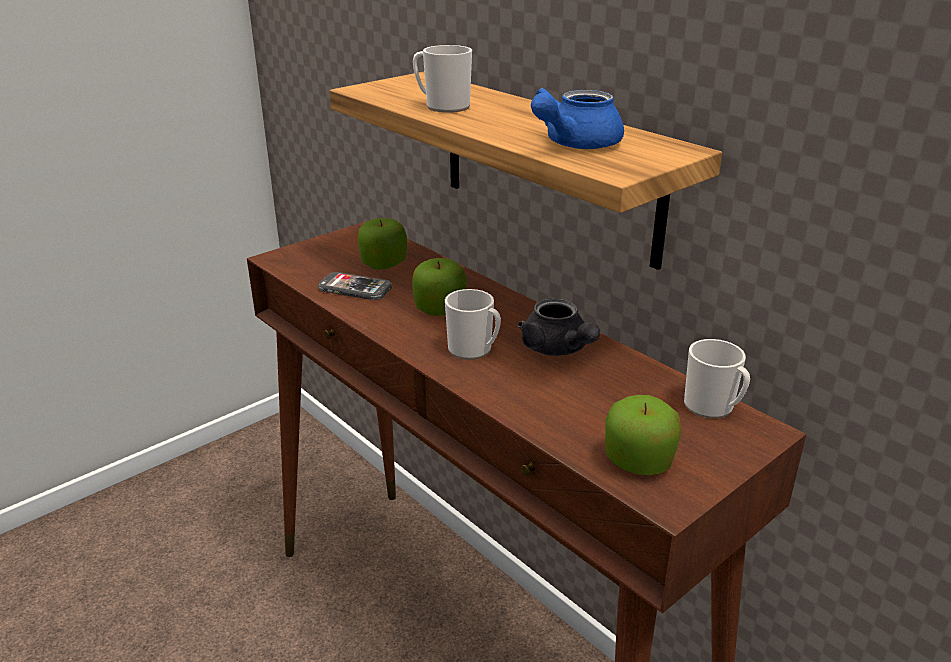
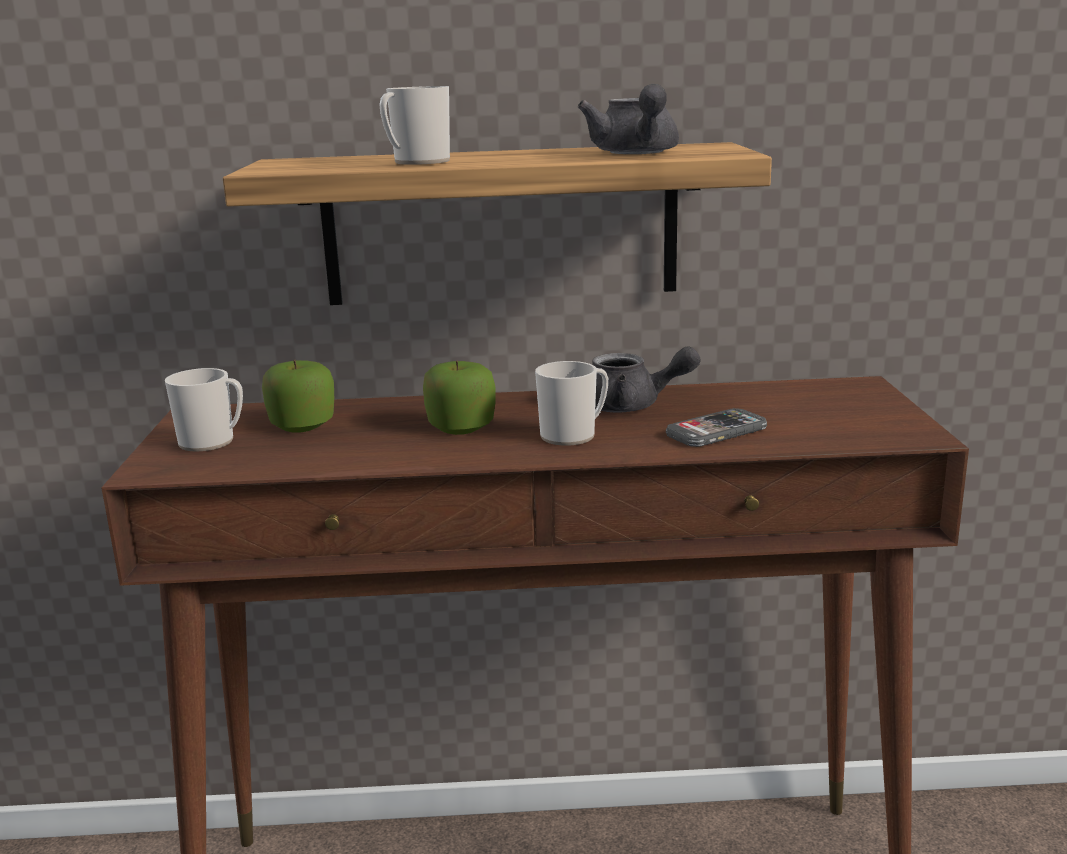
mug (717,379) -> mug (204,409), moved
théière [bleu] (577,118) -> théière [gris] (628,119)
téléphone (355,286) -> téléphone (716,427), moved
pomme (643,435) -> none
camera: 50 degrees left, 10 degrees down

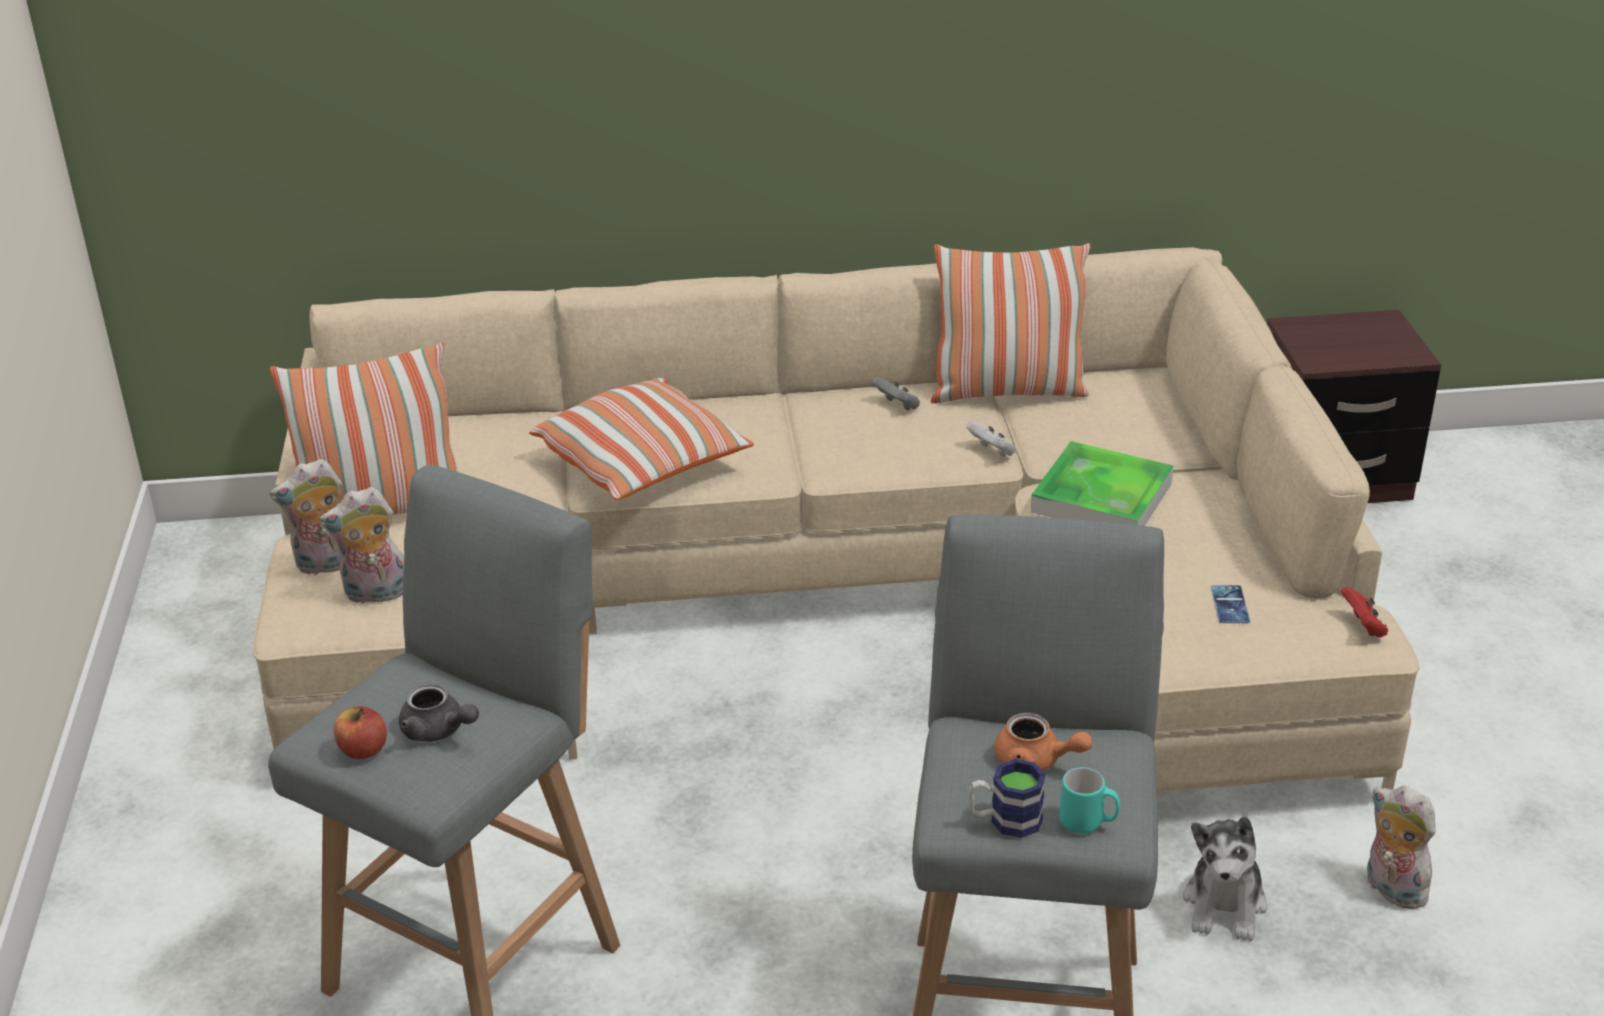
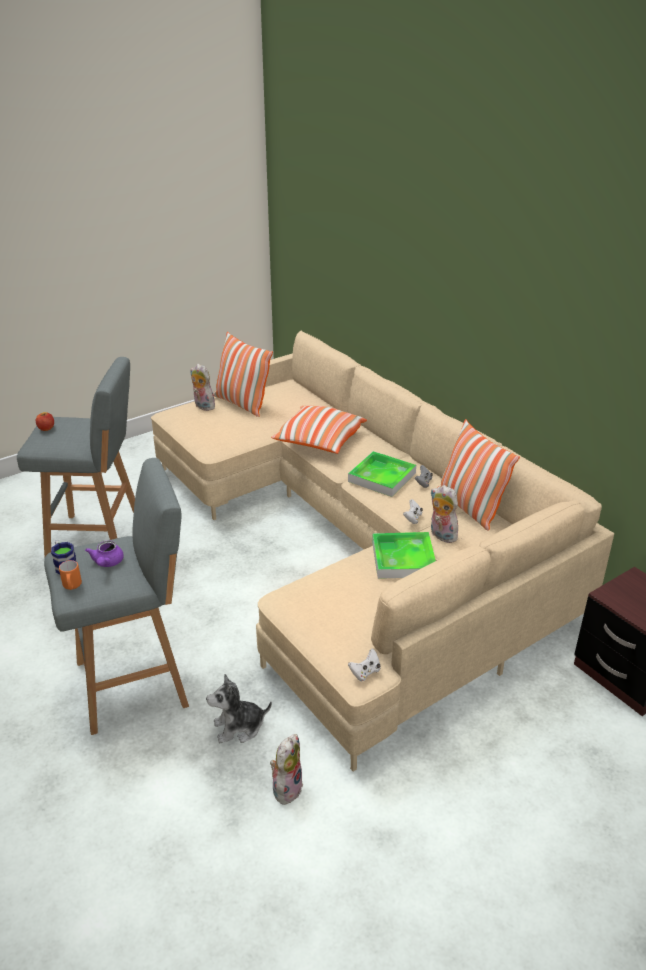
mug [turquoise] (1090,800) -> mug [orange] (70,575)
théière [orange] (1043,742) -> théière [violet] (104,554)
none -> plateau (382,474)
manette [rouge] (1364,612) -> manette [blanc] (364,665)
peluche (361,546) -> peluche (444,514), moved
théière [gris] (439,712) -> none
téléphone (1230,604) -> none
camera: 60 degrees right, 0 degrees up

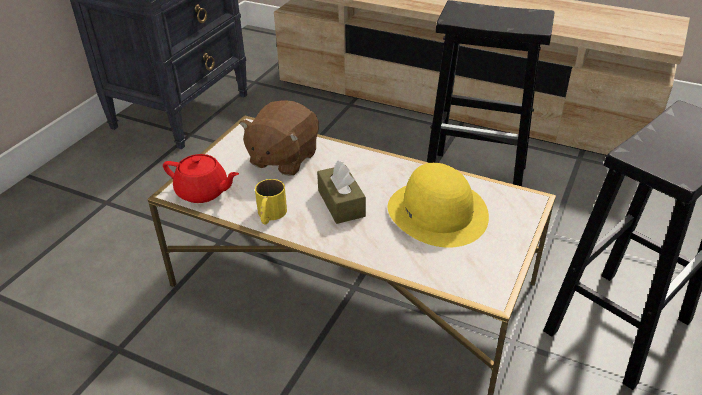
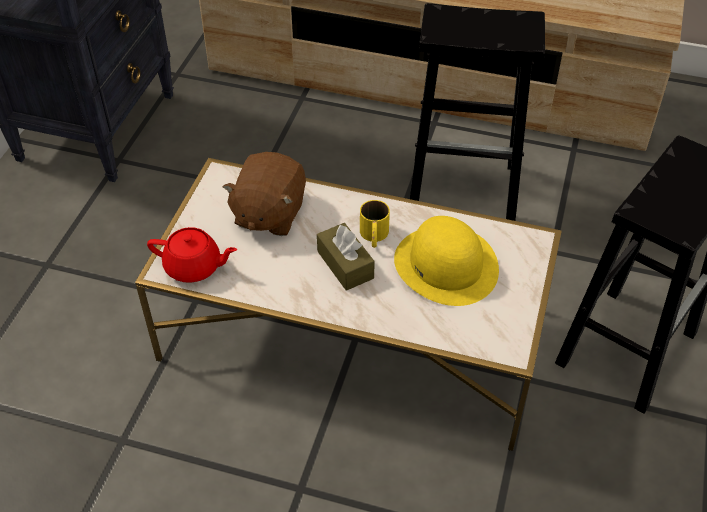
mug [jaune] (271,201) -> mug [jaune] (375,224), moved
camera: 10 degrees left, 10 degrees up

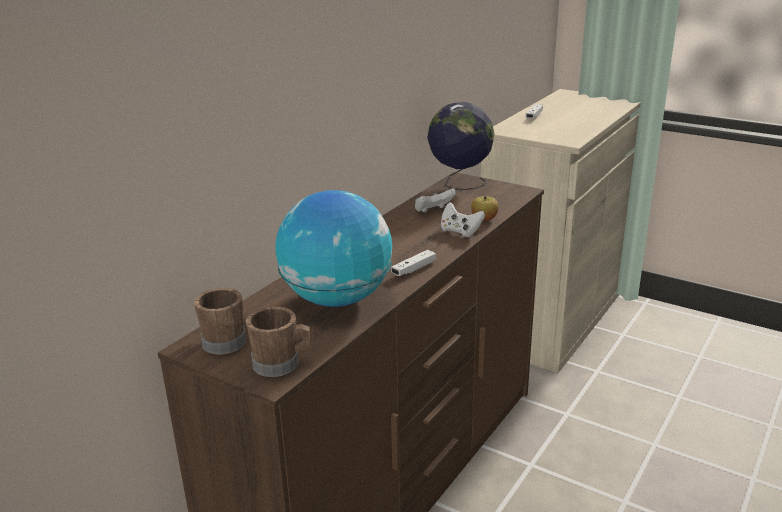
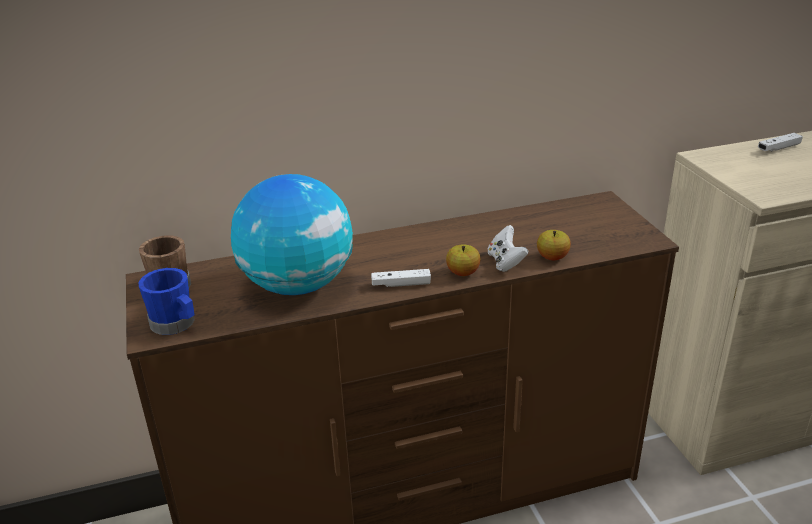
mug [marron] (278,342) -> mug [bleu] (166,301)
none -> pomme (463,260)
manette [blanc] (435,200) -> none
globe (460,146) -> none
camera: 40 degrees right, 5 degrees up

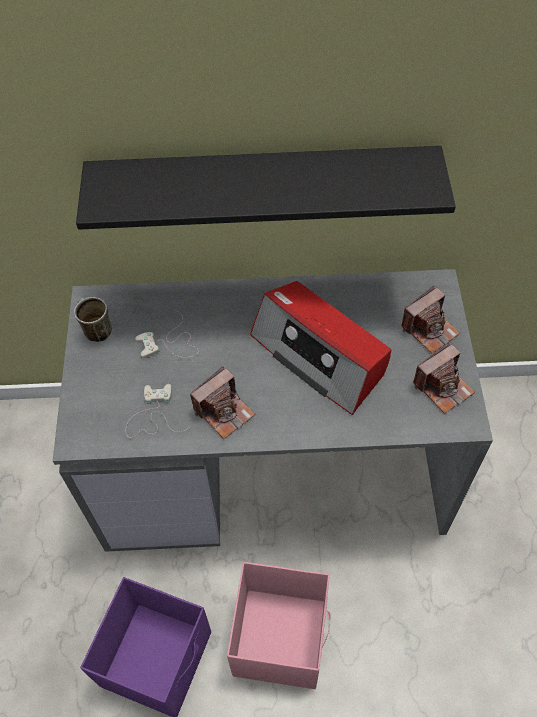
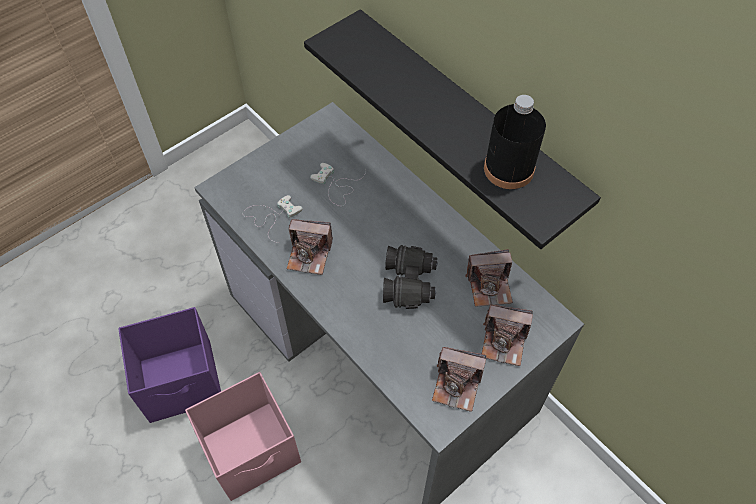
radio (320,348) -> jumelles [noir] (410,277)
none -> appareil photo (489,278)
none -> bouteille [noir] (515,142)
mug (93,319) -> none
camera: 50 degrees right, 0 degrees up

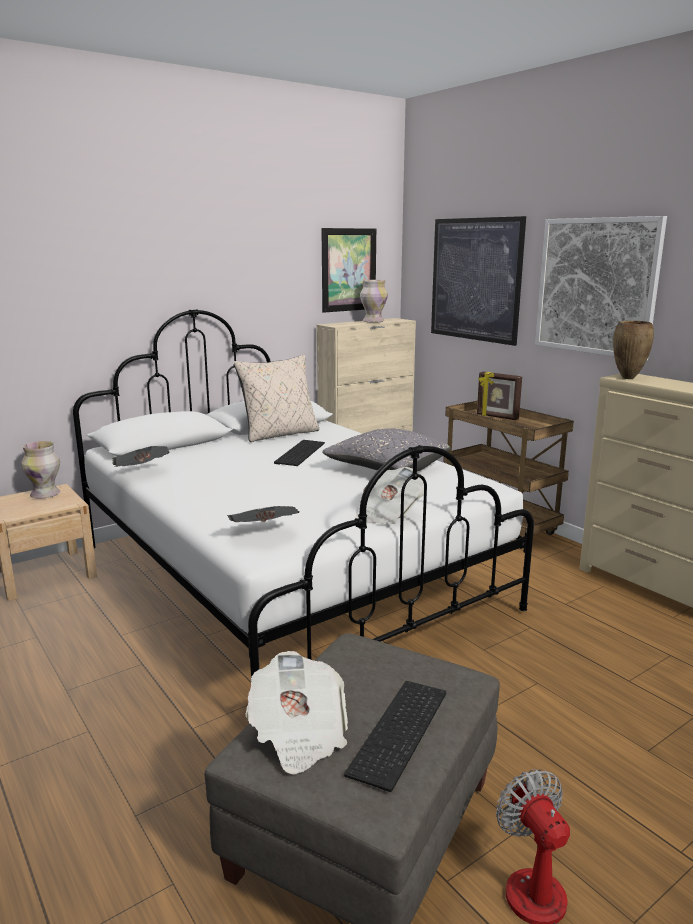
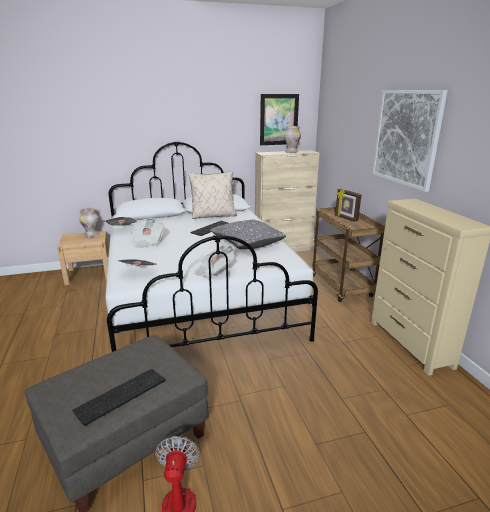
journal (296,713) -> journal (148,233), moved
tableau (478,281) -> none
vase [marron] (633,350) -> none
camera: 20 degrees right, 5 degrees up

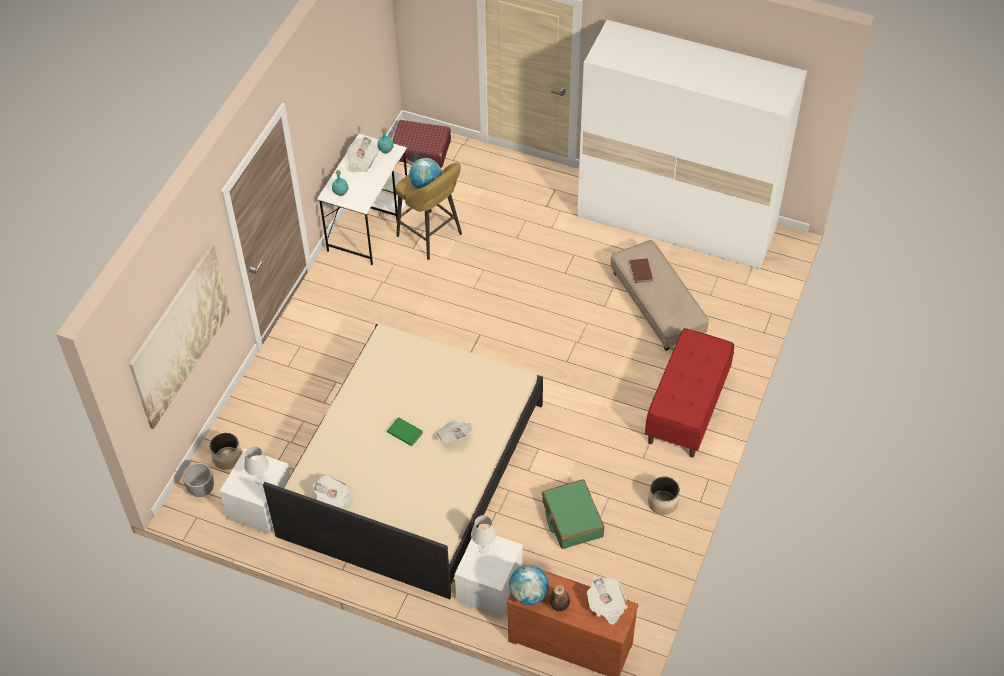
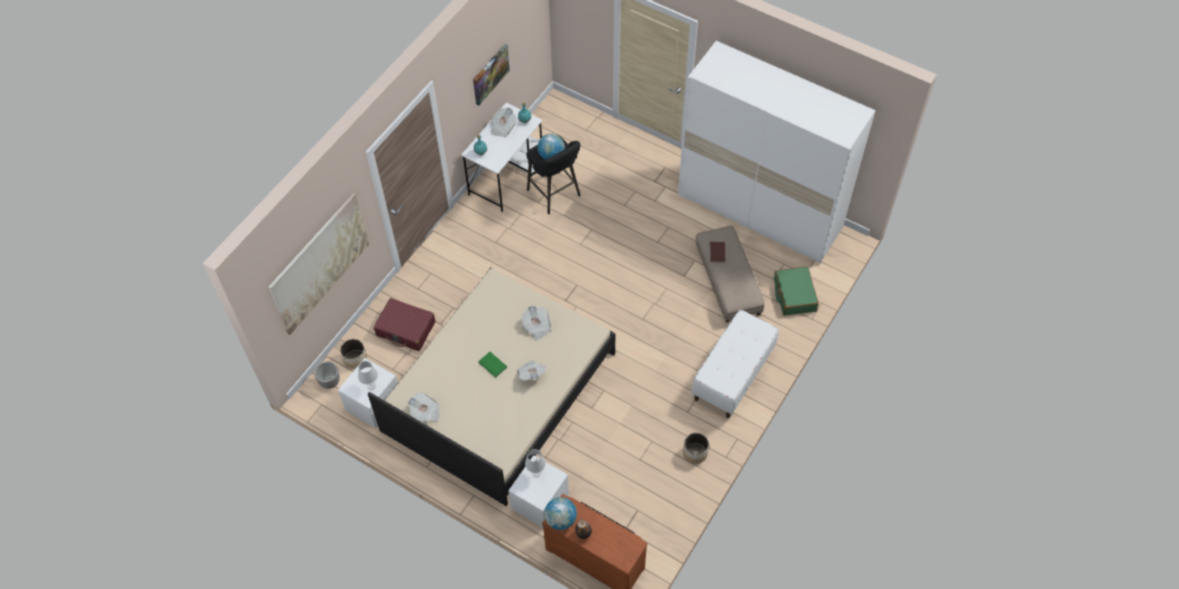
valise [rouge] (421,144) -> valise [rouge] (404,324), moved
none -> tableau (491,75)
journal (607,601) -> journal (536,323), moved
tabouret [jaune] (428,211) -> tabouret [noir] (554,174)
banc [rouge] (689,393) -> banc [blanc] (735,364)
valise [vert] (573,514) -> valise [vert] (796,291), moved
camera: 10 degrees right, 5 degrees up

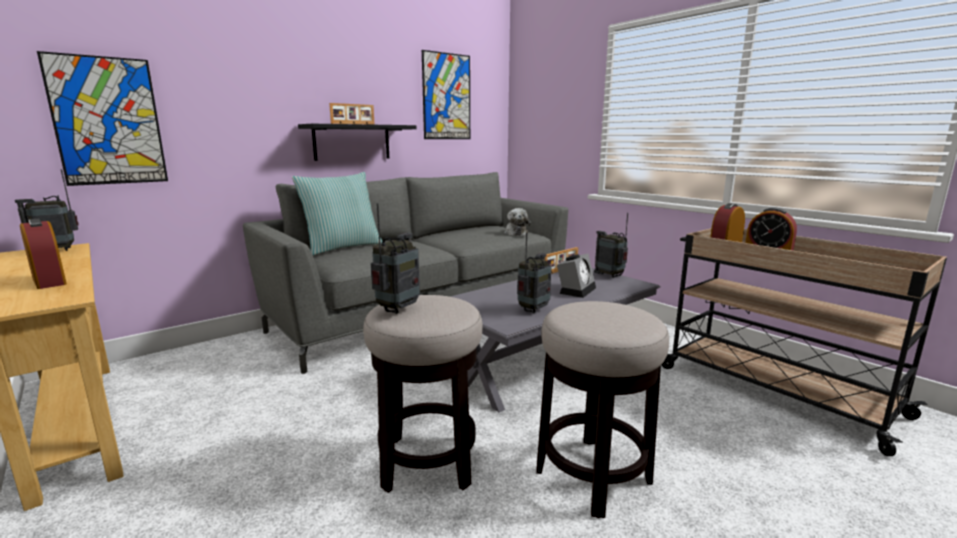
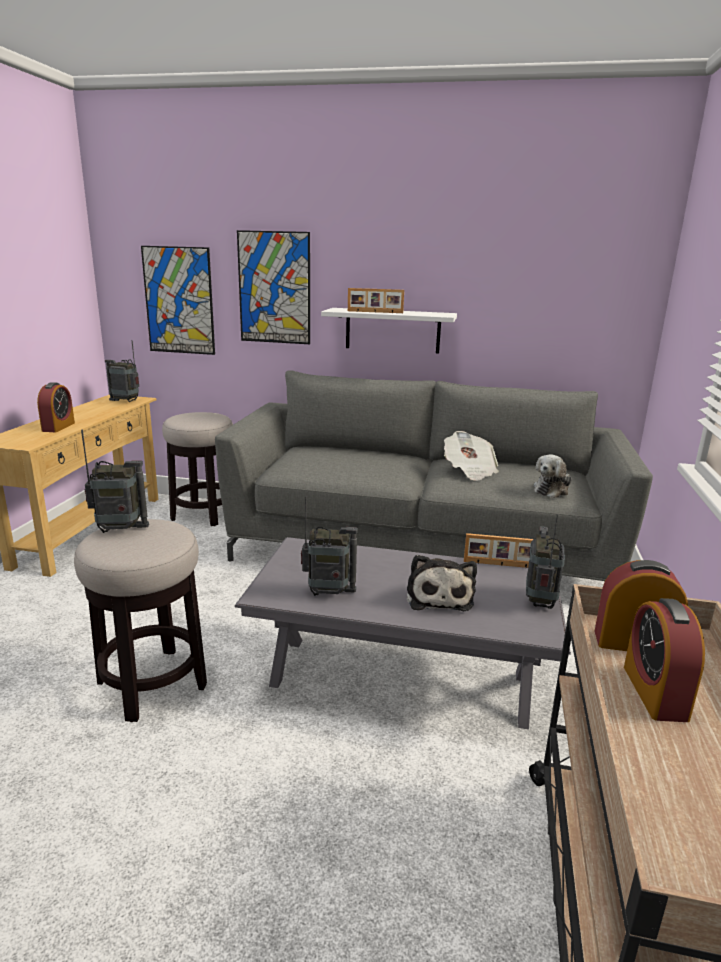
tabouret (602,409) -> tabouret (197,469), moved
tableau (446,94) -> tableau (273,287), moved
étagère [noir] (357,142) -> étagère [blanc] (389,330)
réveil (576,276) -> peluche (442,582)
none -> journal (471,456)
coussin (337,213) -> none
camera: 50 degrees right, 5 degrees up

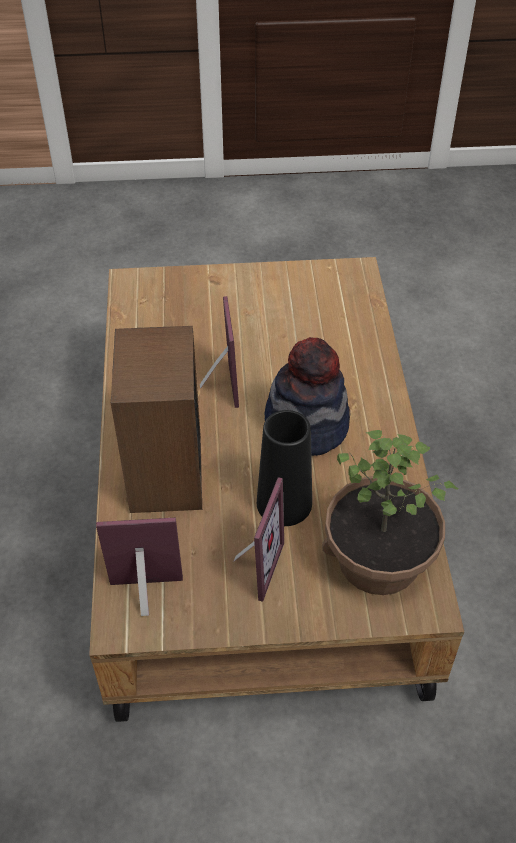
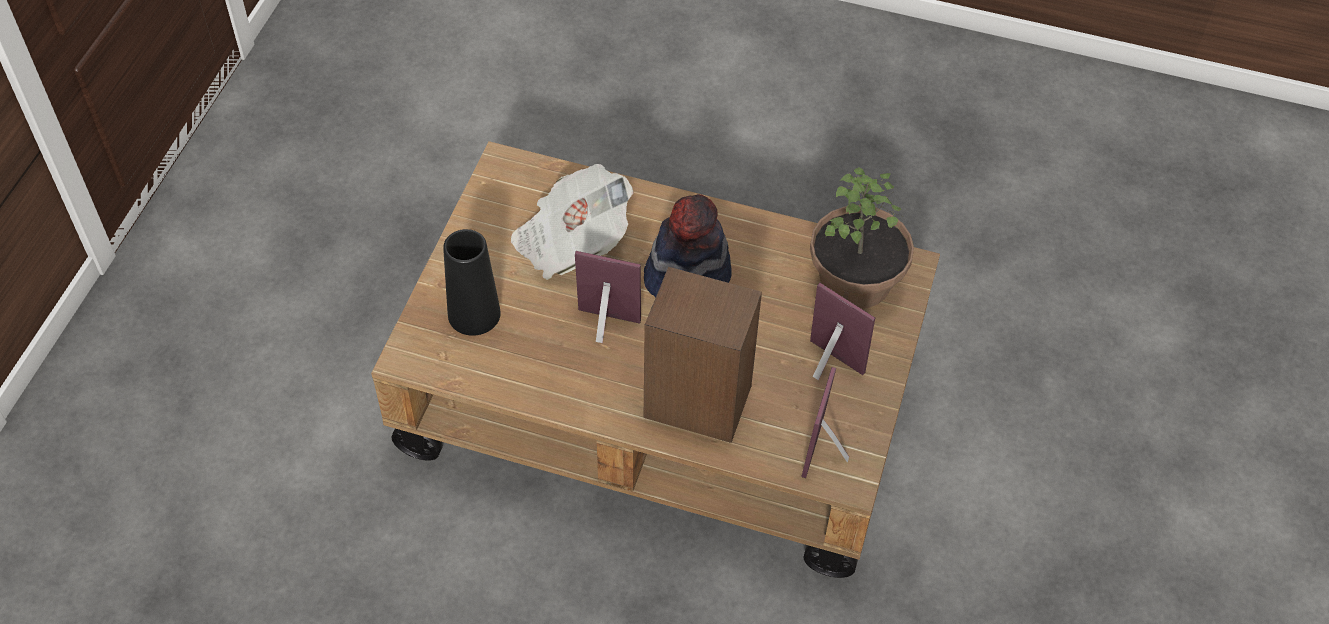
vase [noir] (284,468) -> vase [noir] (472,282), moved
none -> journal (572,222)
camera: 70 degrees left, 5 degrees up

